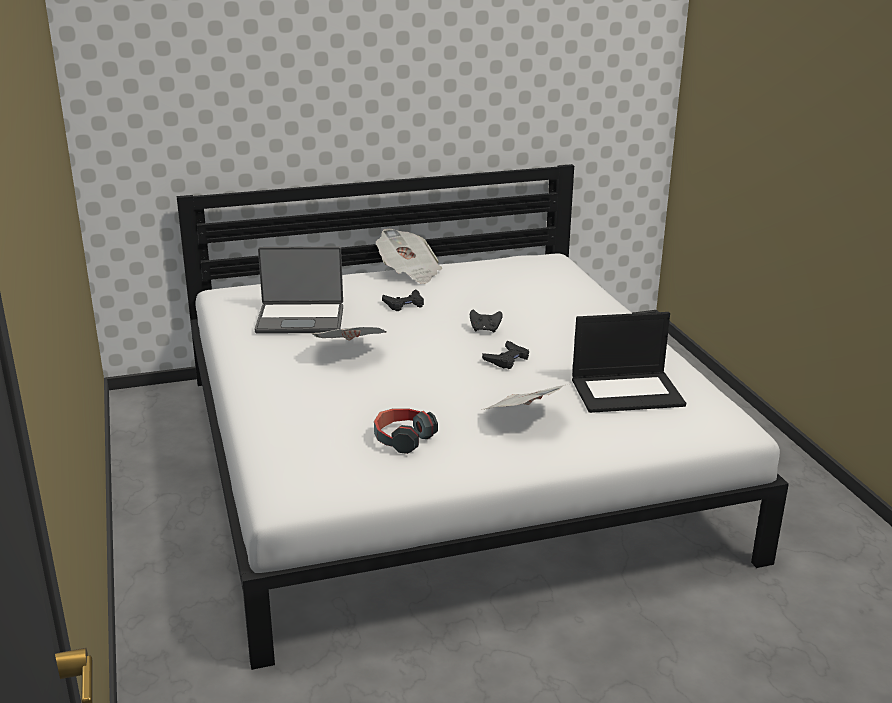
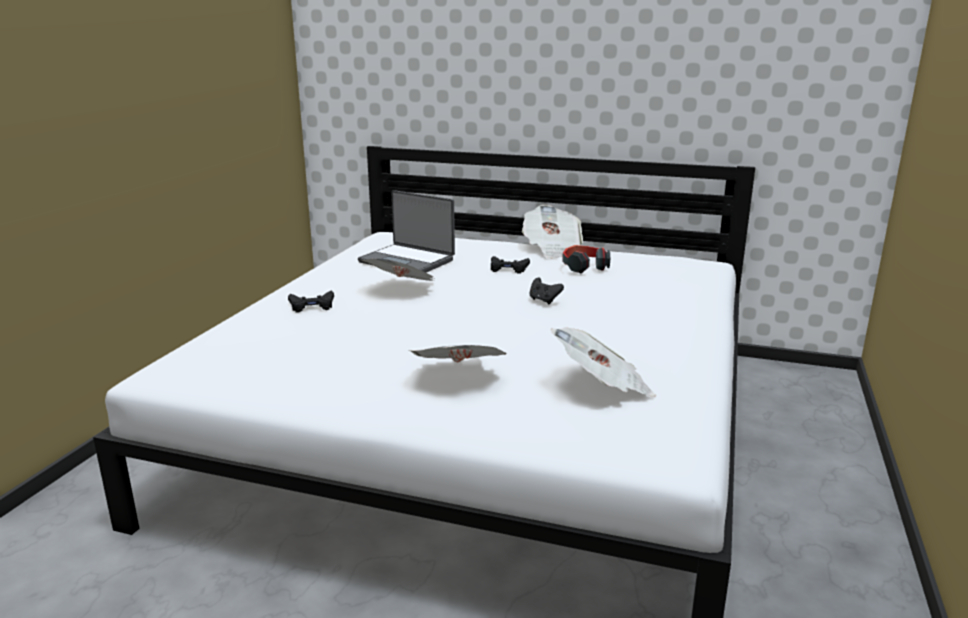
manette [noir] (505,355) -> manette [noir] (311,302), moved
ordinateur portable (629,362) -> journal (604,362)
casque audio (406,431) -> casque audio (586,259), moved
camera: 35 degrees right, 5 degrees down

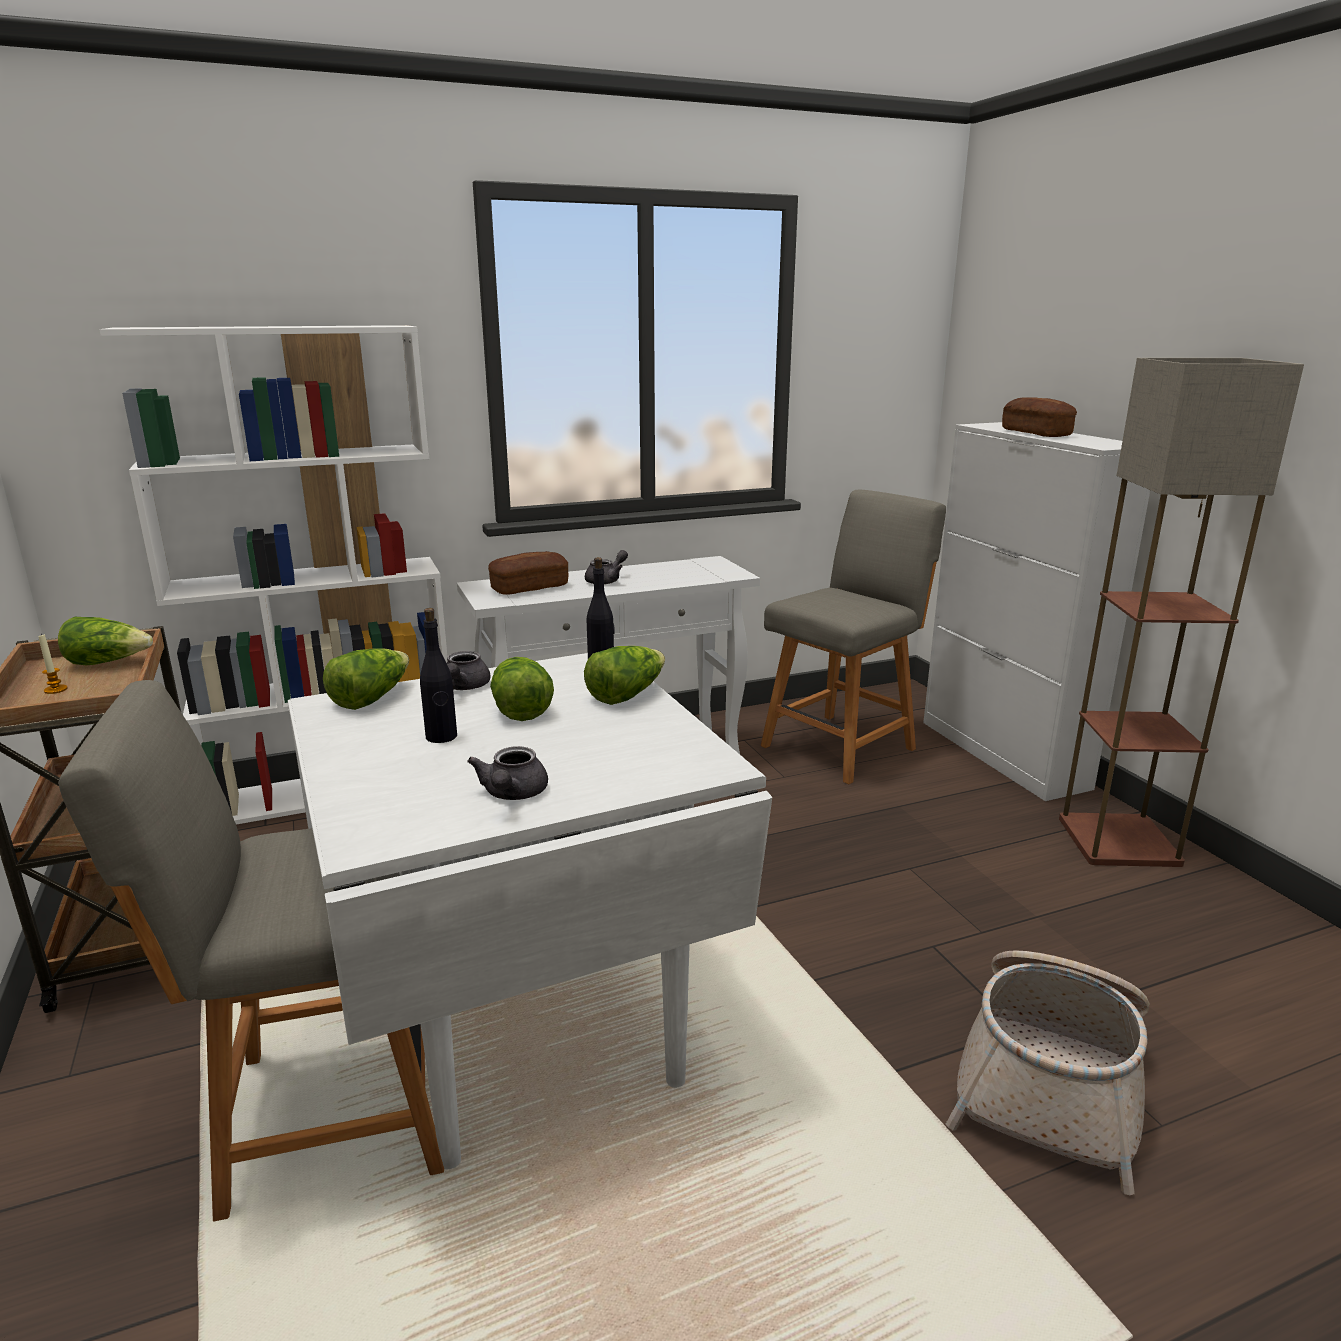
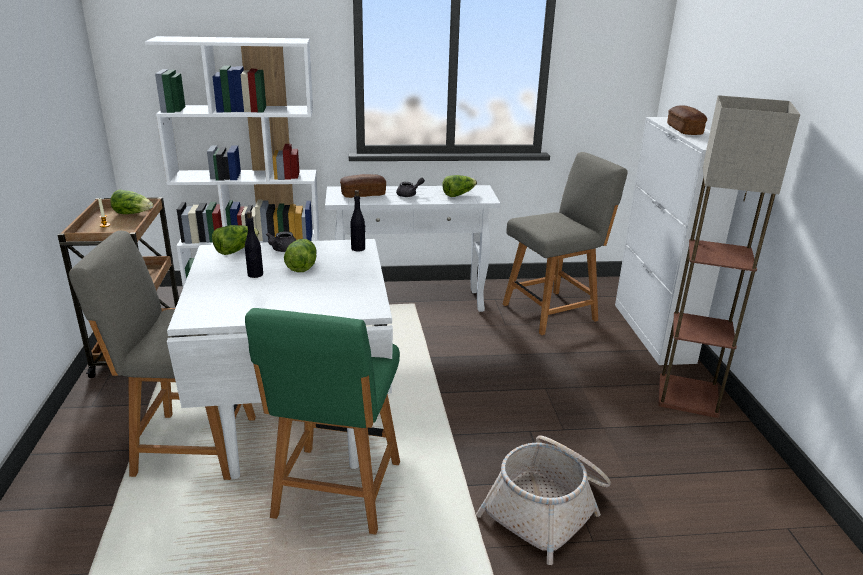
none -> chaise [vert] (322,421)
laitue (624,675) -> laitue (459,186), moved
théière [gris] (507,773) -> none
camera: 15 degrees right, 5 degrees up

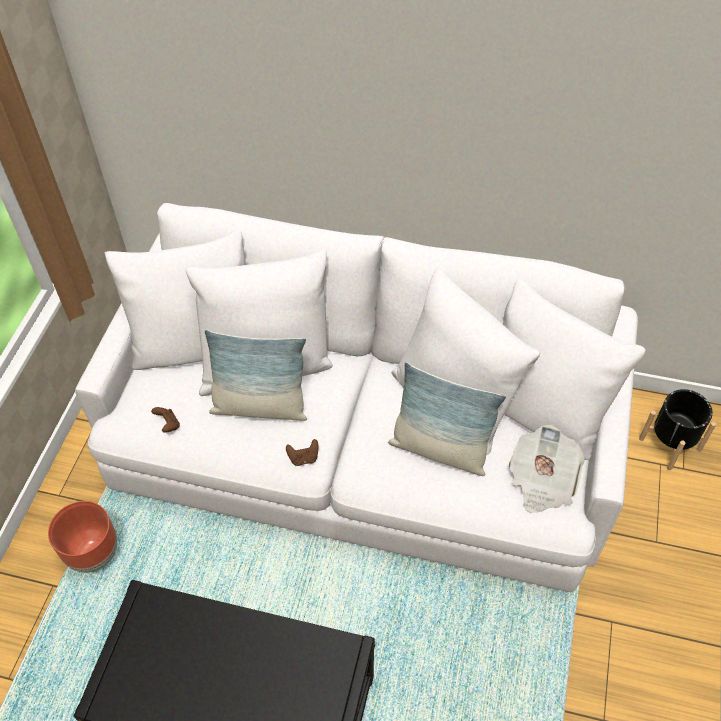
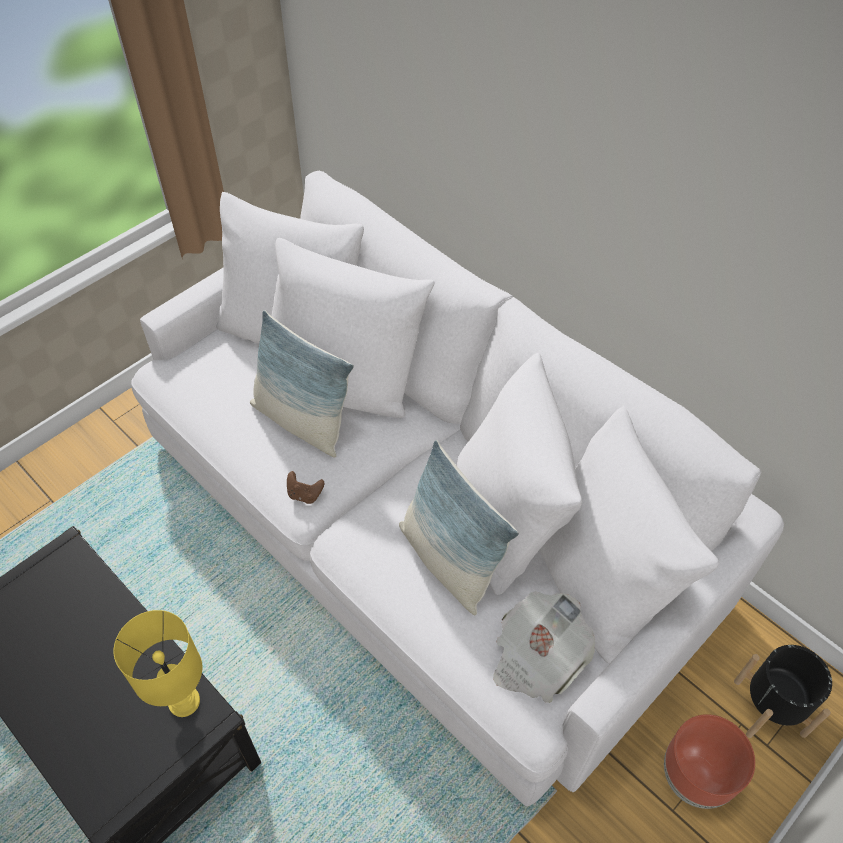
none -> lampe de table [jaune] (158,663)
cache-pot [marron] (82,537) -> cache-pot [marron] (709,761), moved
manette [marron] (165,420) -> none
camera: 30 degrees right, 0 degrees up

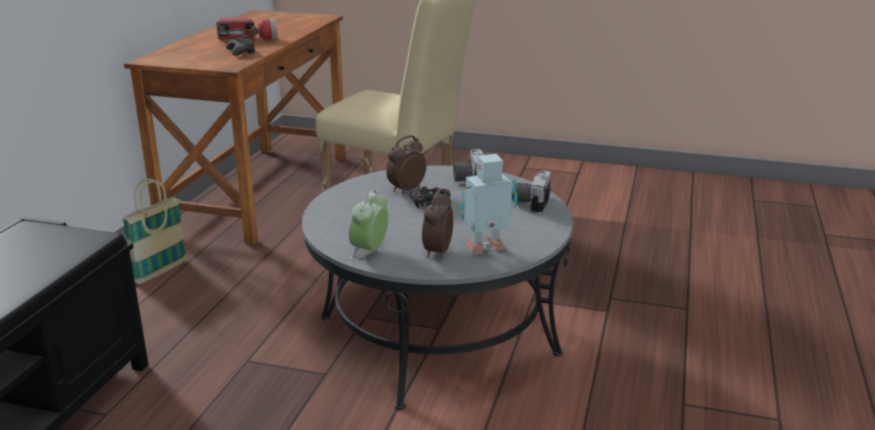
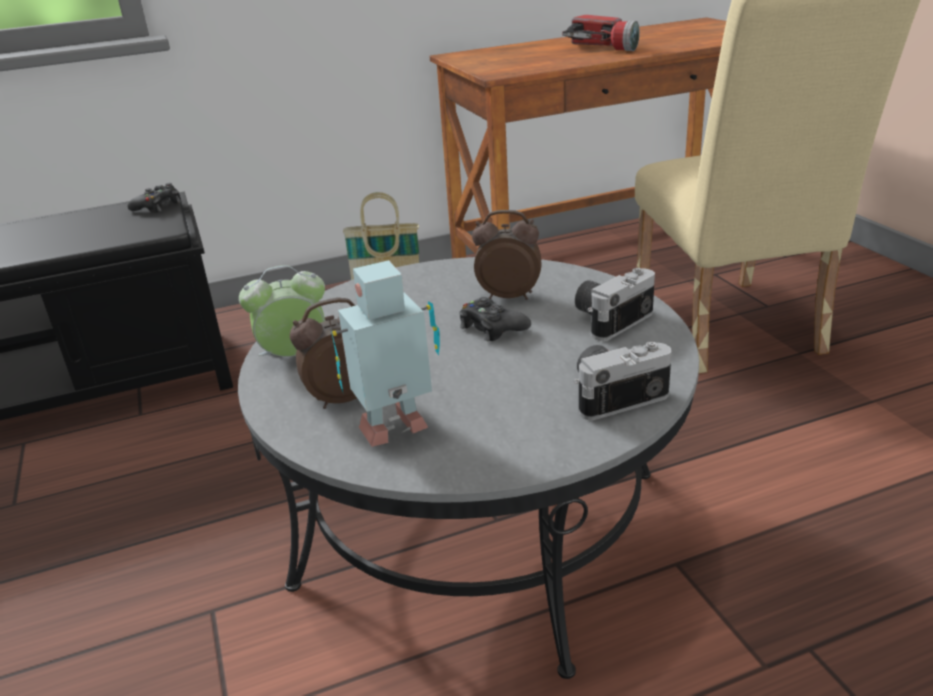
manette [noir] (241,45) -> manette [noir] (154,198), moved
robot jouet (489,204) -> robot jouet (385,353), 60 degrees counterclockwise
camera: 55 degrees right, 5 degrees up

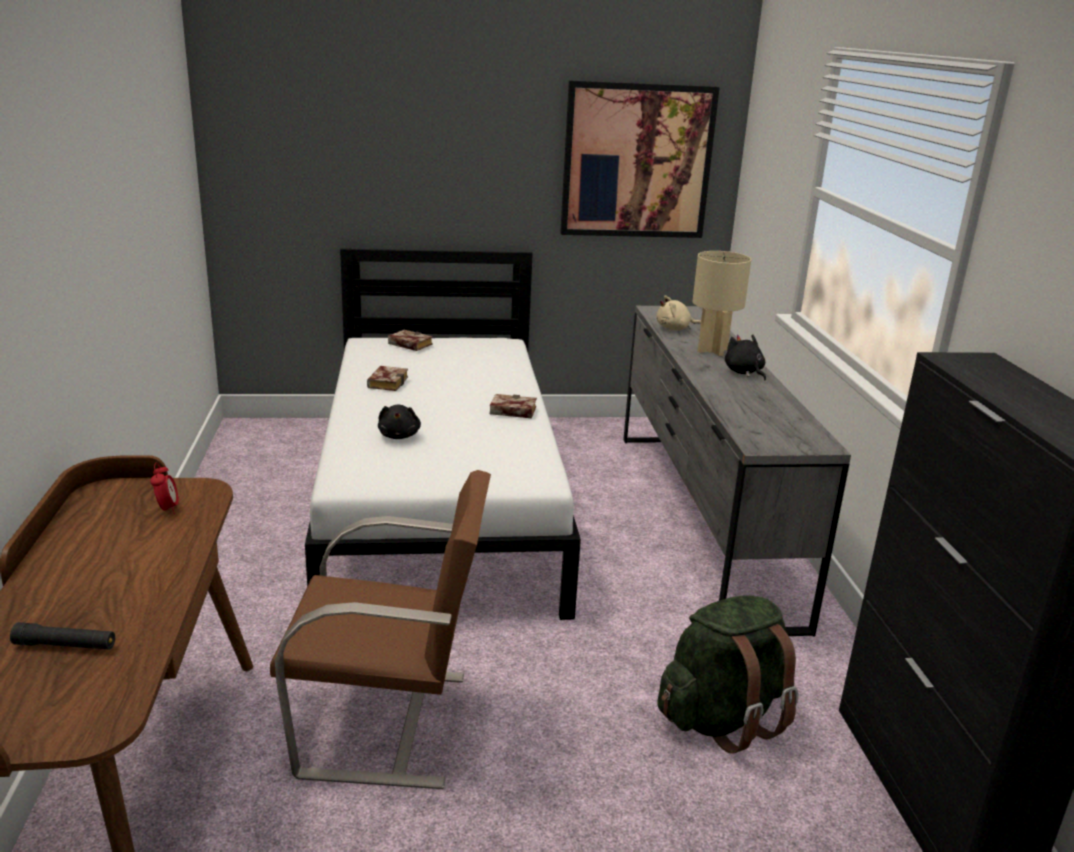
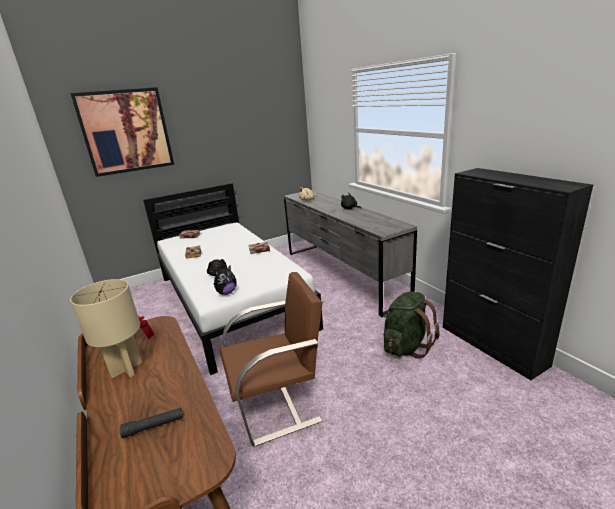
tableau (640,159) -> tableau (122,132), moved
lampe de table [beige] (721,303) -> lampe de table [beige] (106,328), moved
none -> peluche (225,280)
camera: 20 degrees left, 0 degrees up

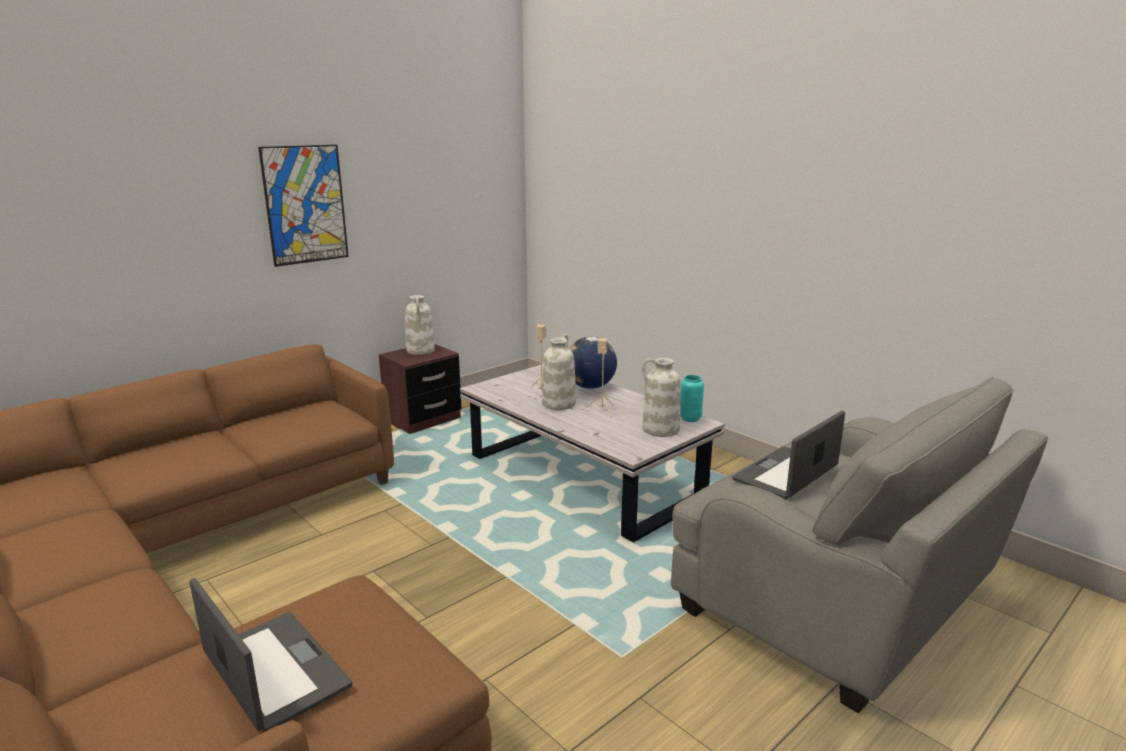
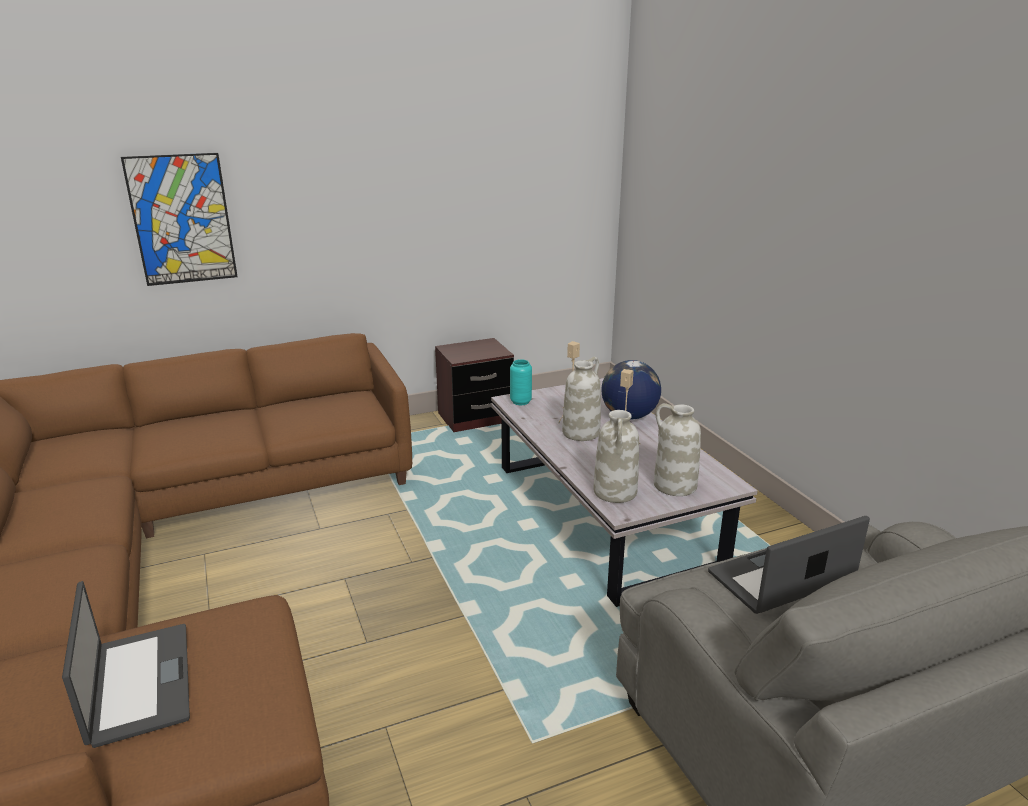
tableau (303,206) -> tableau (179,219), moved
vase [turquoise] (692,398) -> vase [turquoise] (521,382), moved
vase [blanc] (420,325) -> vase [blanc] (616,456), moved
camera: 20 degrees right, 5 degrees up

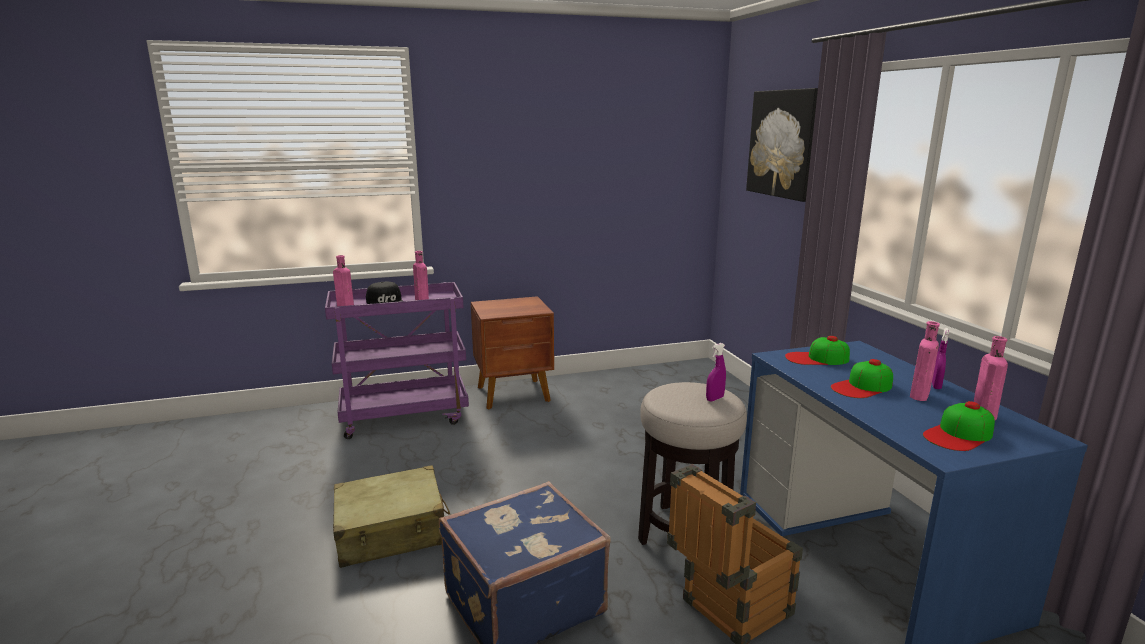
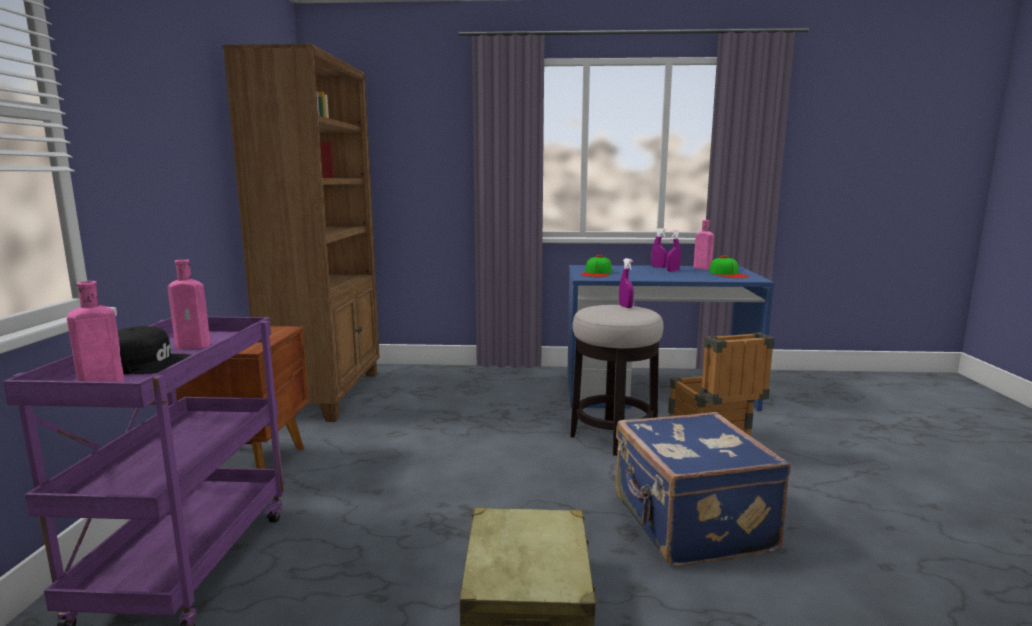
none -> bibliothèque [marron] (301,233)
bouteille [rose] (925,361) -> vaporisateur [violet] (673,251)
tableau (782,145) -> none
casquette (862,378) -> none
camera: 70 degrees left, 5 degrees down

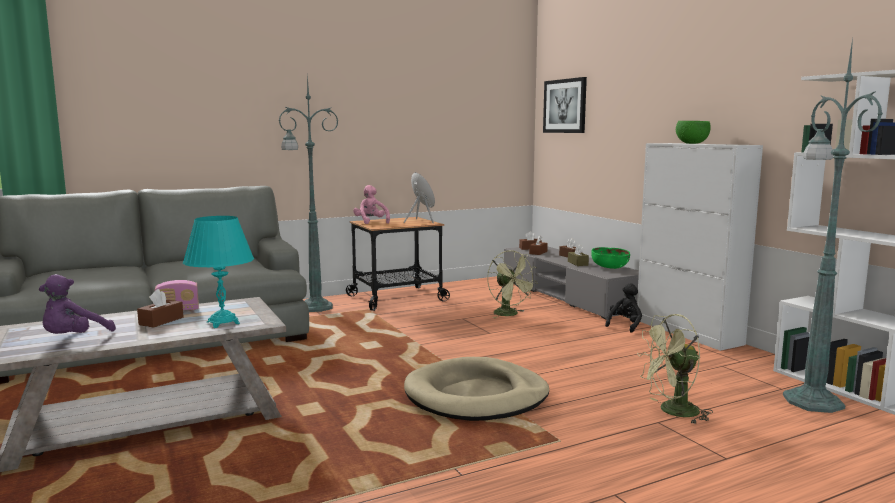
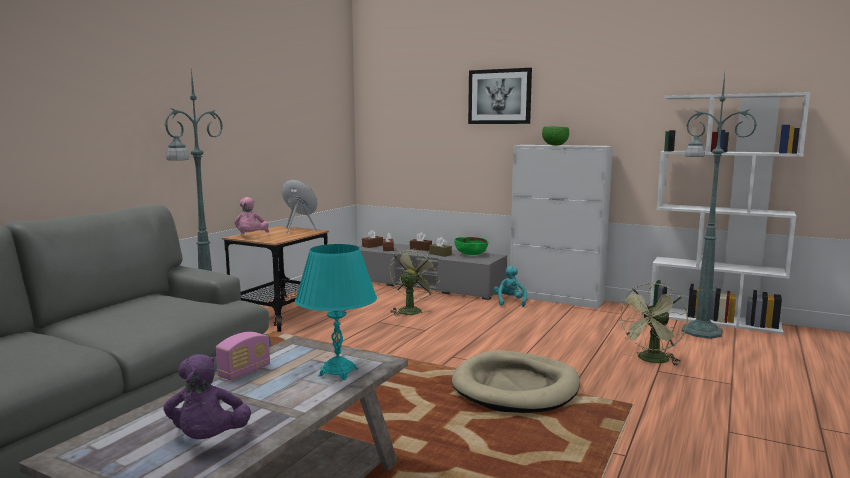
peluche [rose] (371,204) -> peluche [rose] (251,215), 120 degrees counterclockwise
ventilateur [vert] (512,284) -> ventilateur [vert] (415,282), 90 degrees counterclockwise
tableau (565,105) -> tableau (500,96), moved
peluche [noir] (623,308) -> peluche [turquoise] (510,286)
boîte à mouchoirs [marron] (160,308) -> none
camera: 35 degrees left, 0 degrees up

